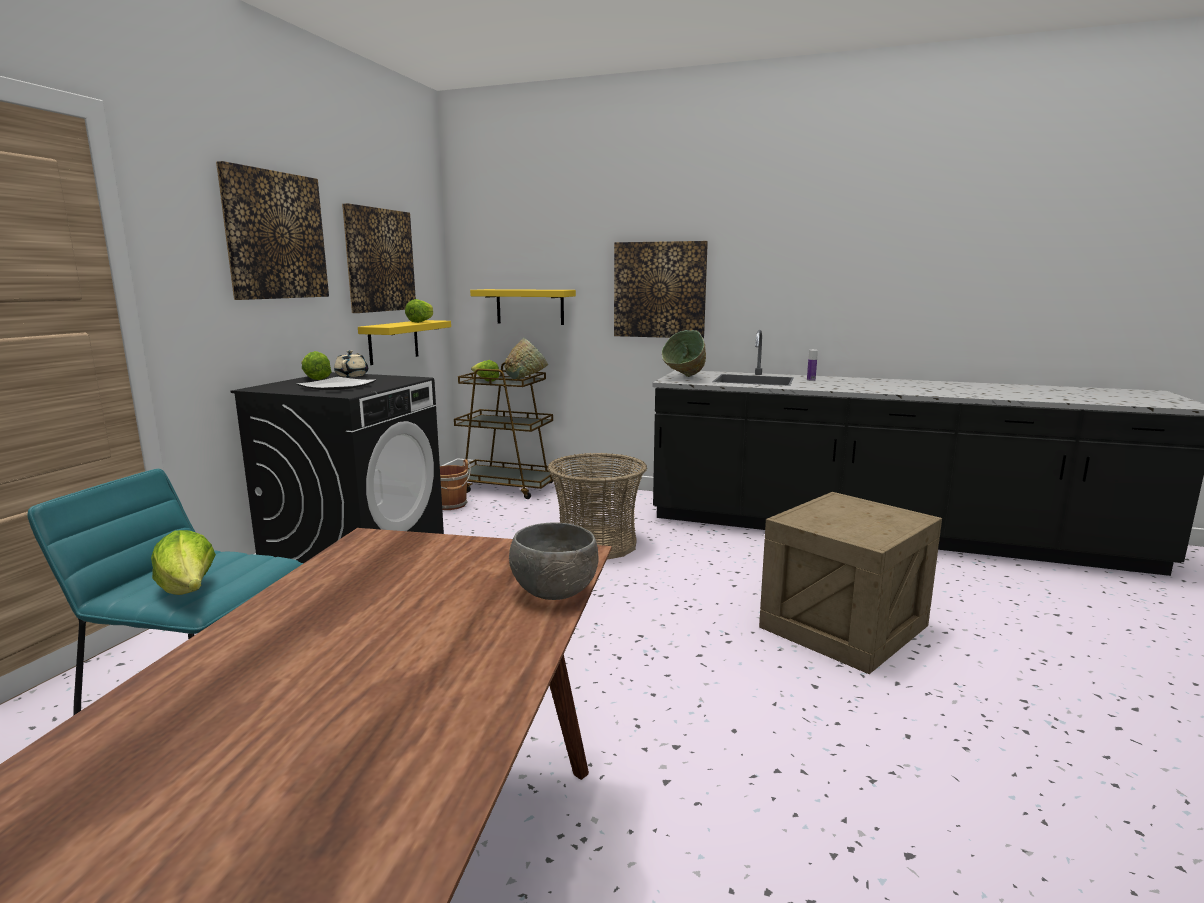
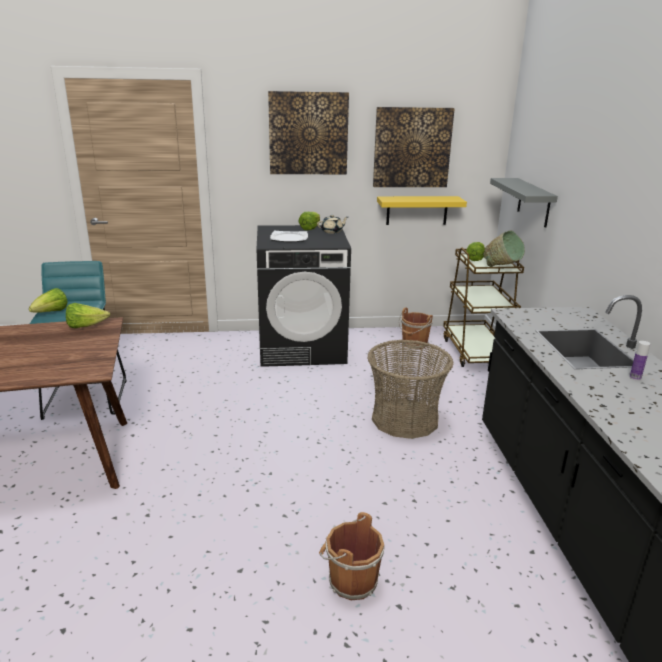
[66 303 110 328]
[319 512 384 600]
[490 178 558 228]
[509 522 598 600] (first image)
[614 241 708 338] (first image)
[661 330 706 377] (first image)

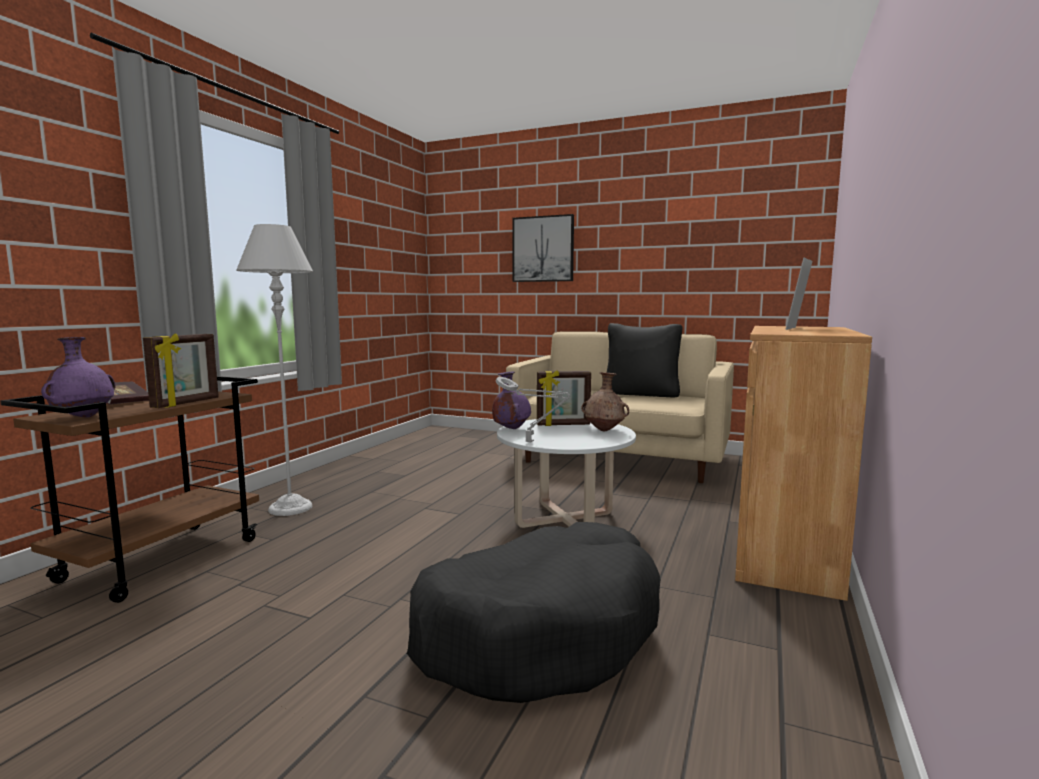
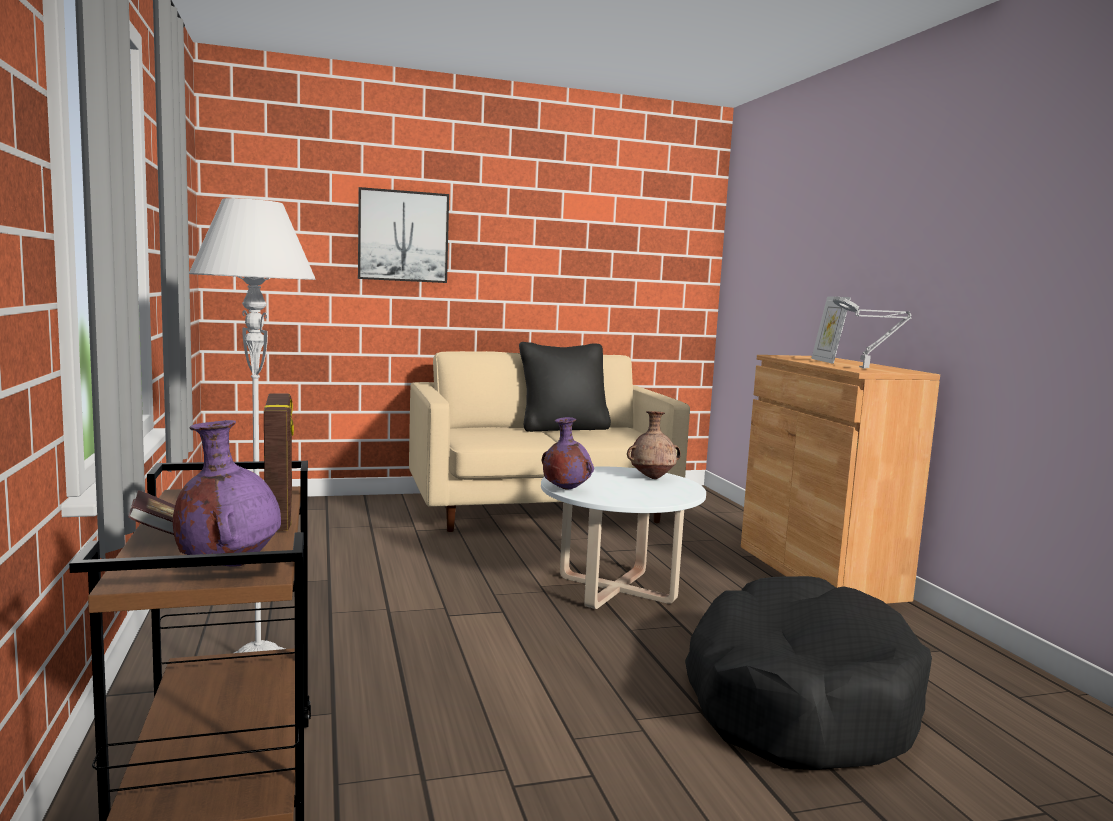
[833 296 912 369]
[537 370 591 426] (first image)

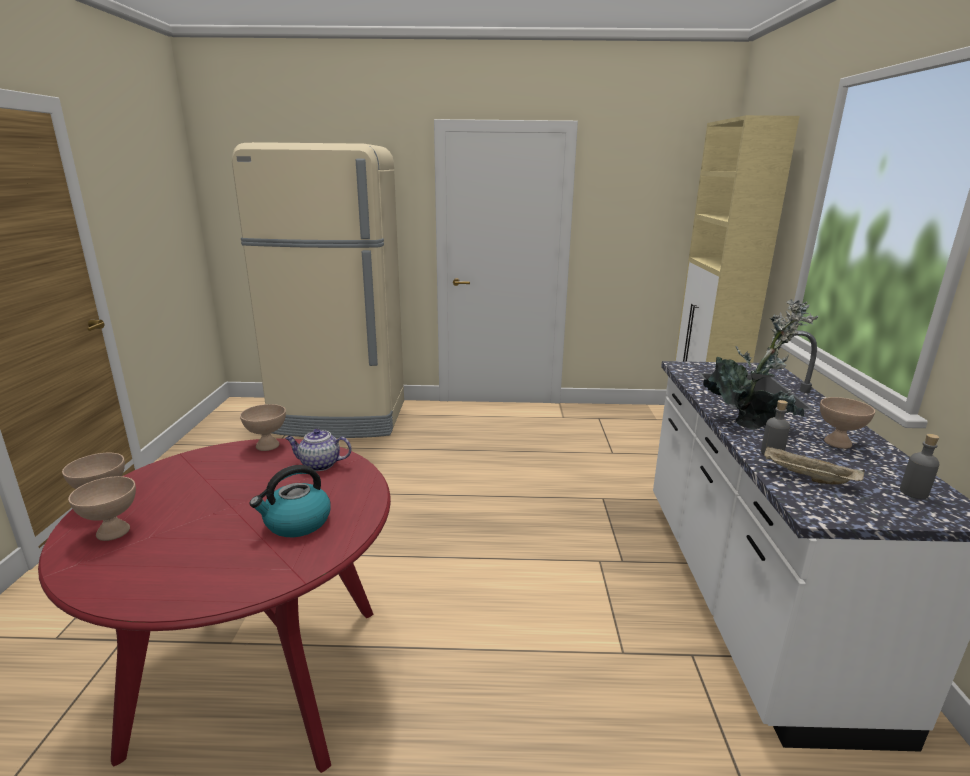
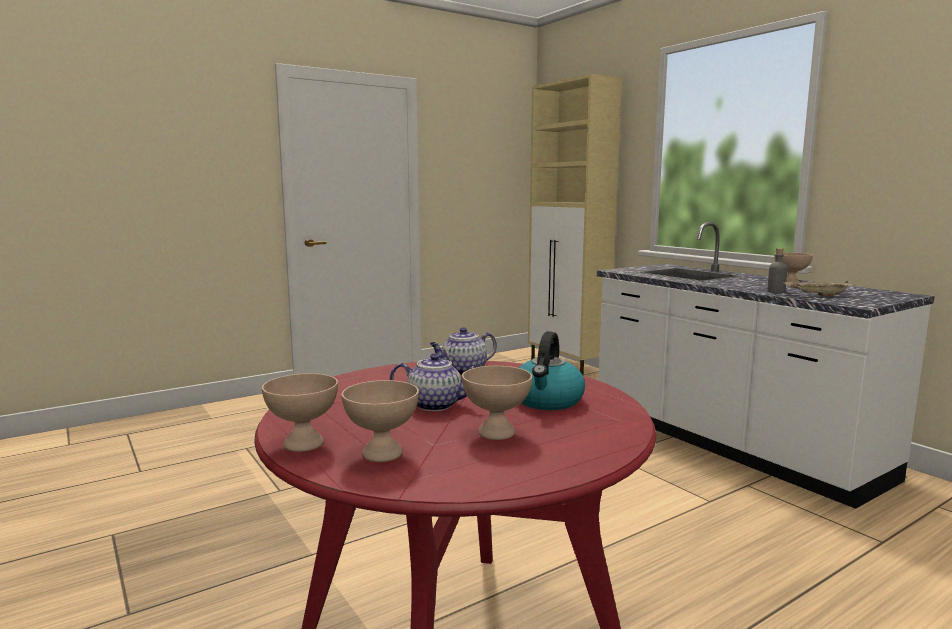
[390 353 476 411]
[462 366 532 440]
[232 142 404 438] (first image)
[703 299 818 429] (first image)
[900 434 939 499] (first image)

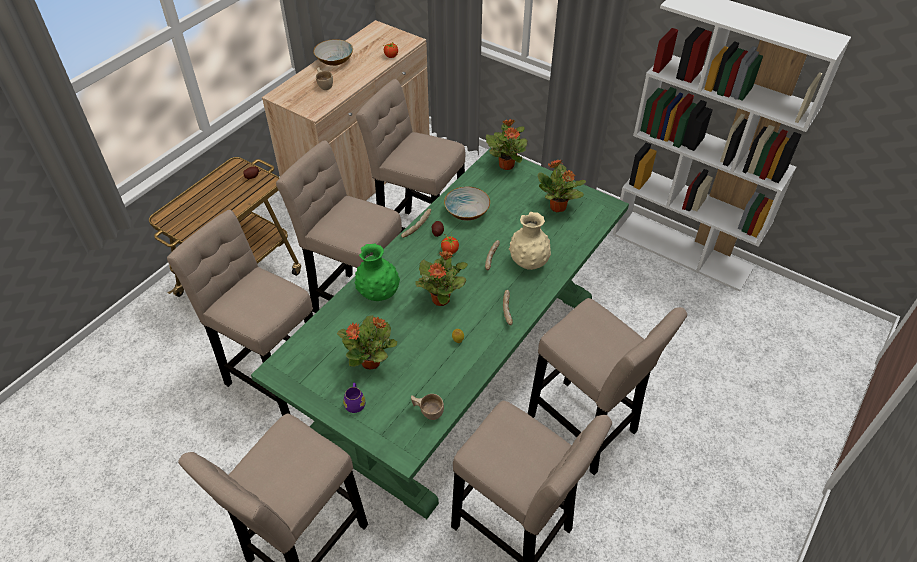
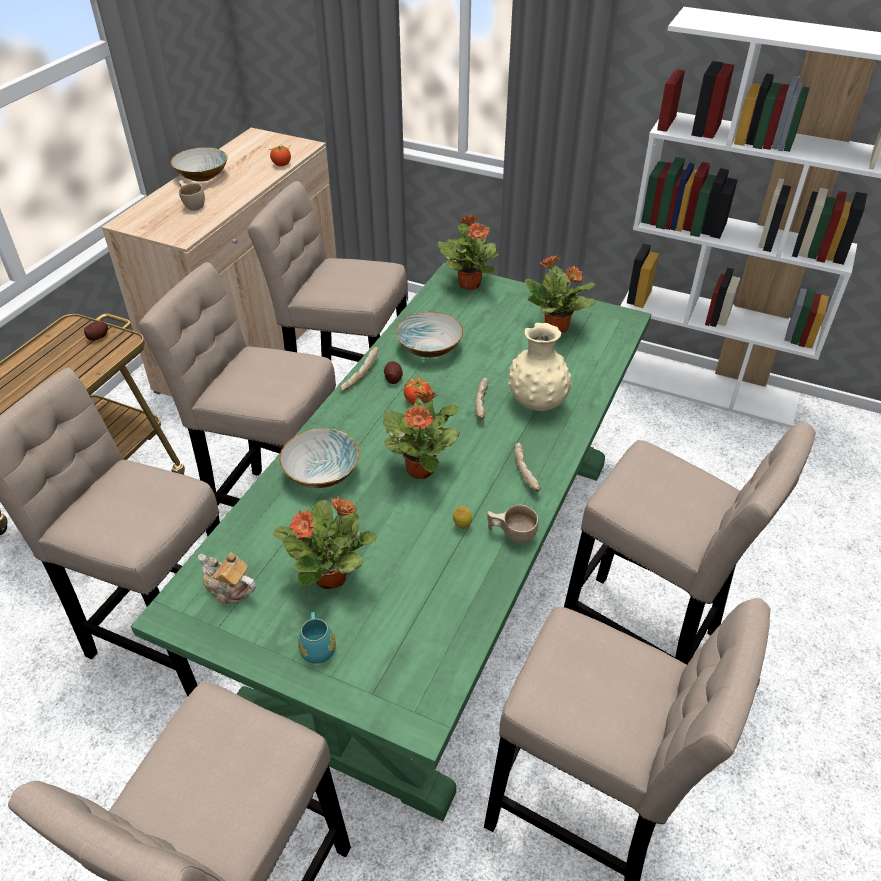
[197 553 256 604]
[279 428 360 488]
[298 612 336 664]
[488 505 538 544]

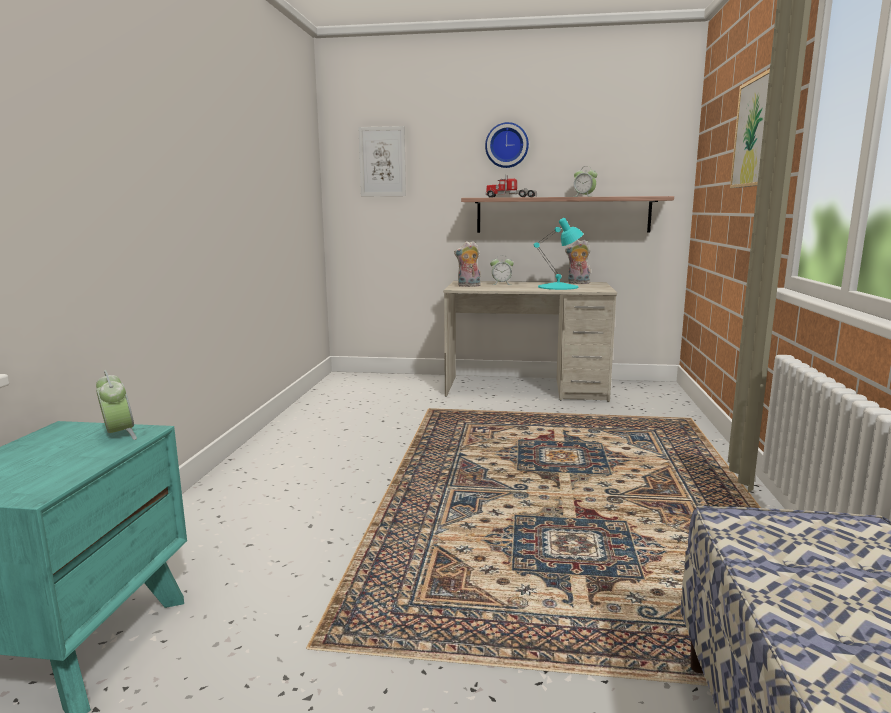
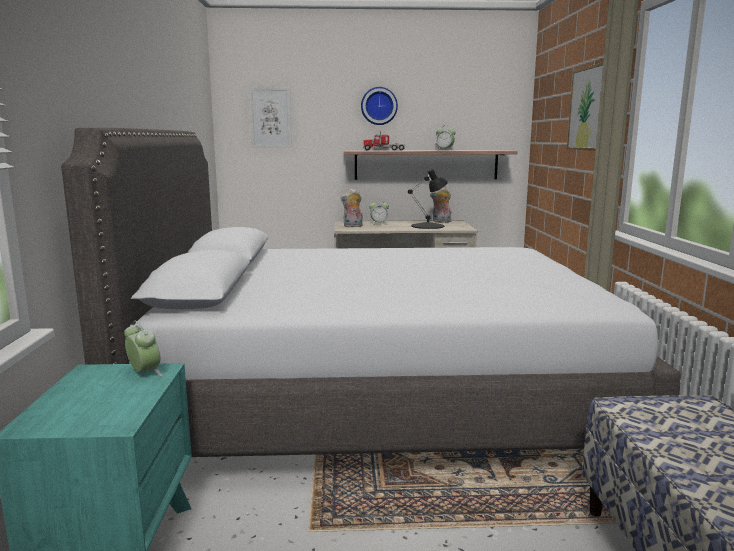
[61 128 680 457]
[408 169 448 229]

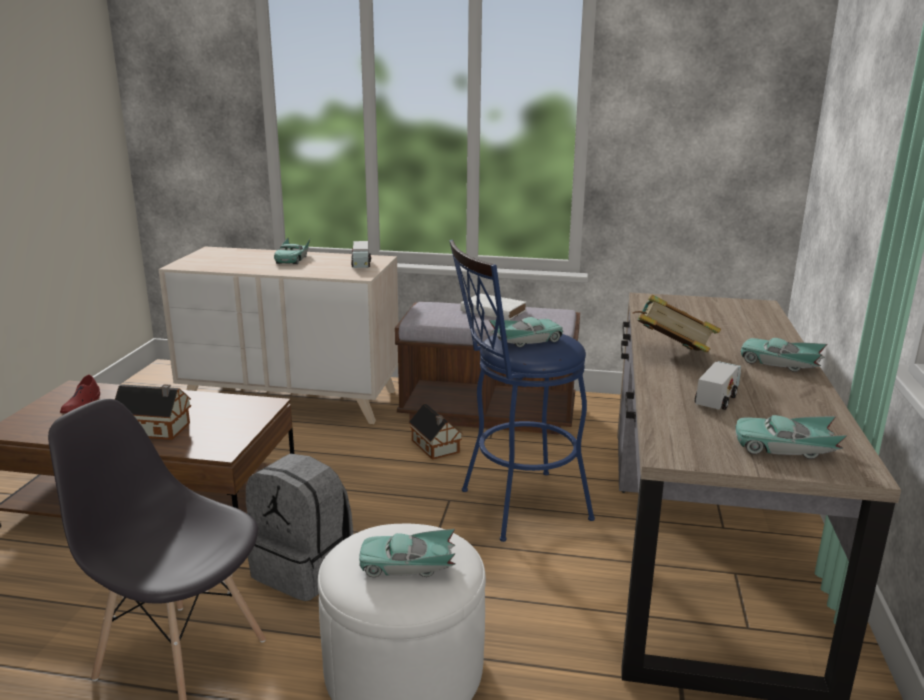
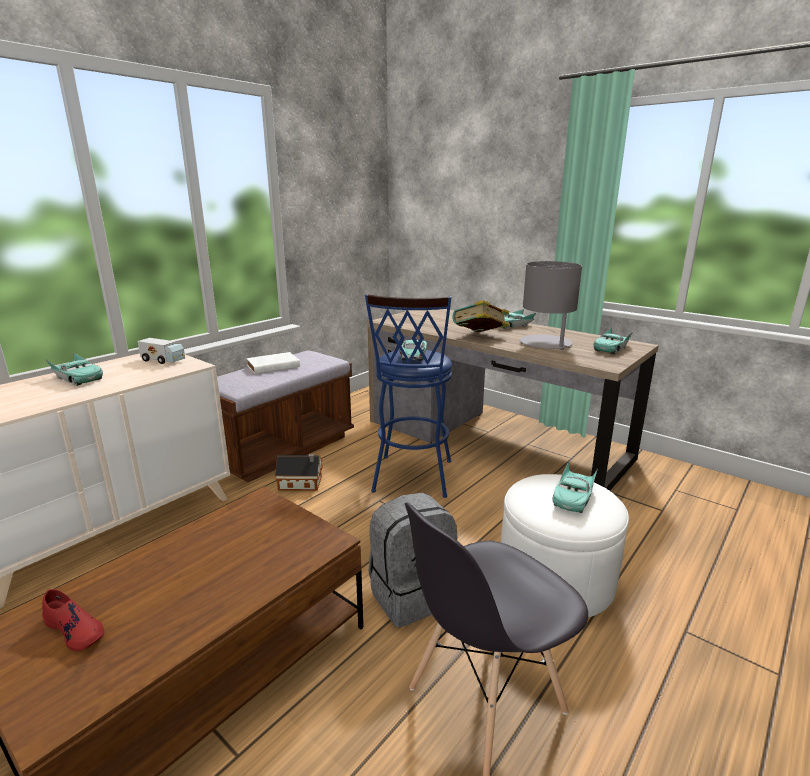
[520 261 582 350]
[115 384 191 440] (first image)

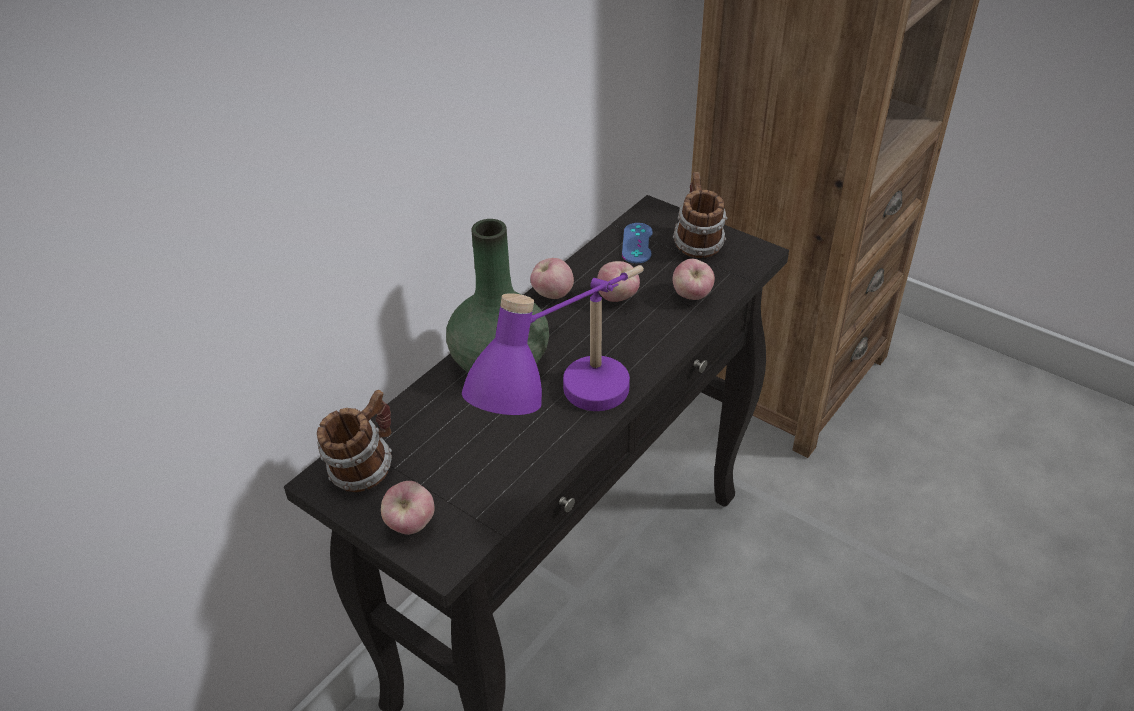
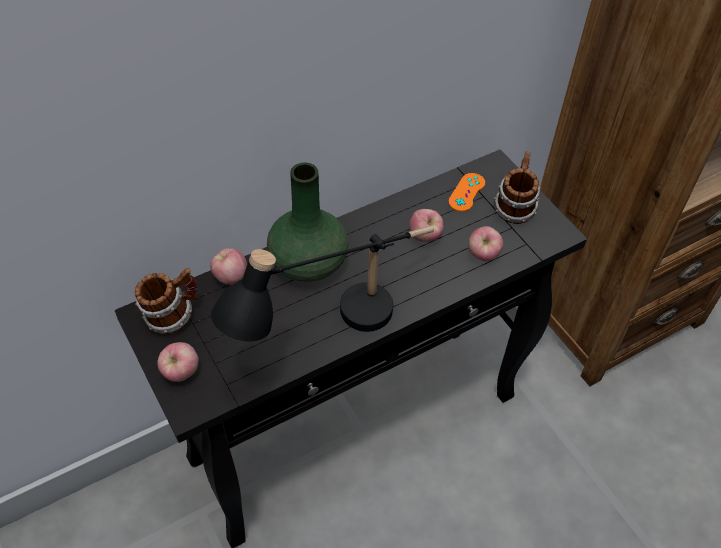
[210 248 247 285]
[211 226 434 341]
[448 173 485 212]

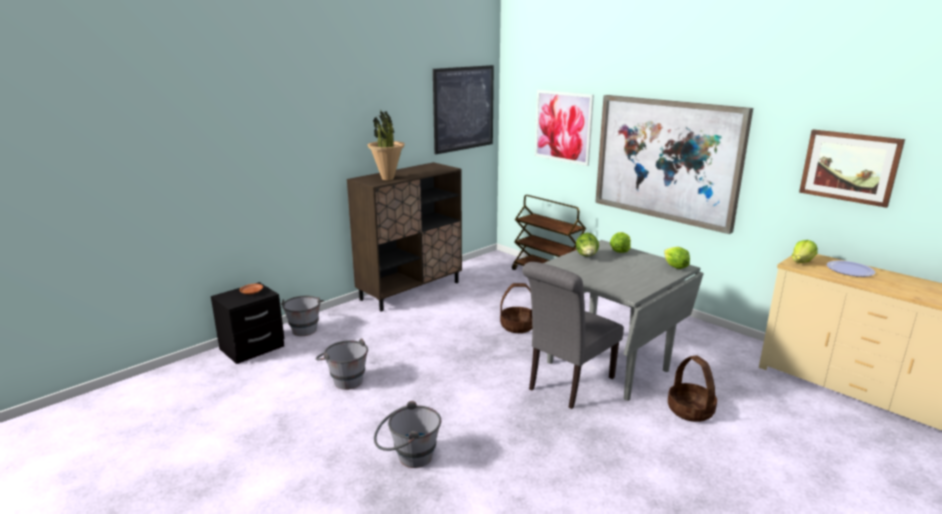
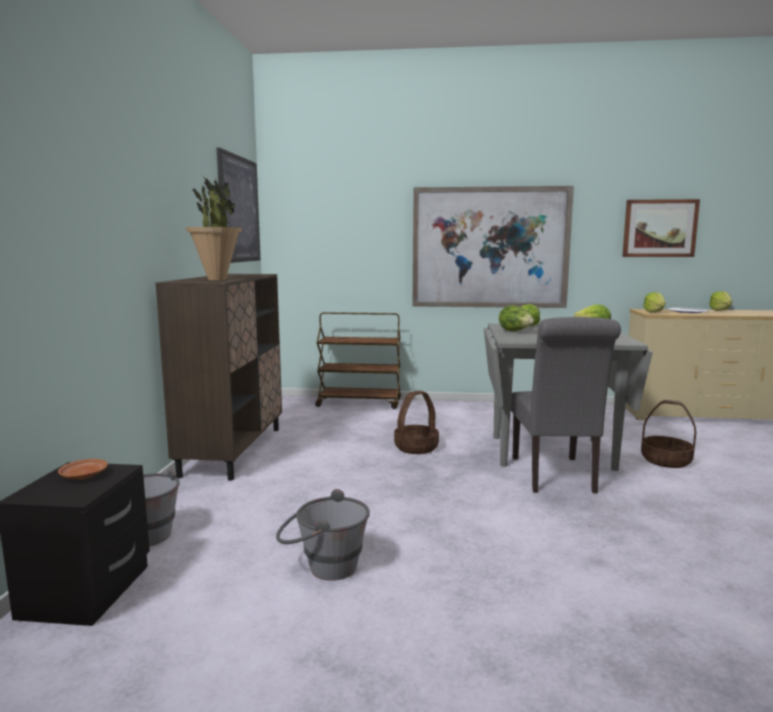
[709 291 732 311]
[374 401 441 468] (first image)
[535 90 594 166] (first image)

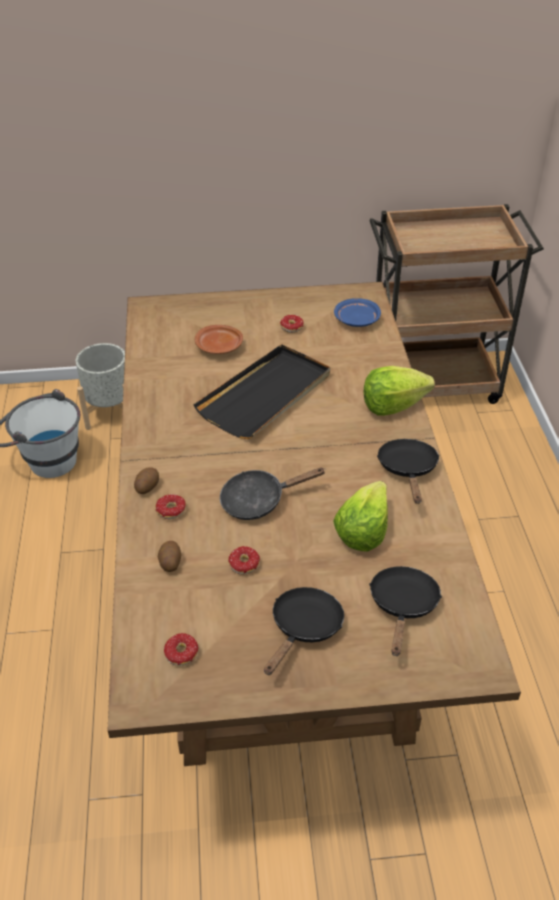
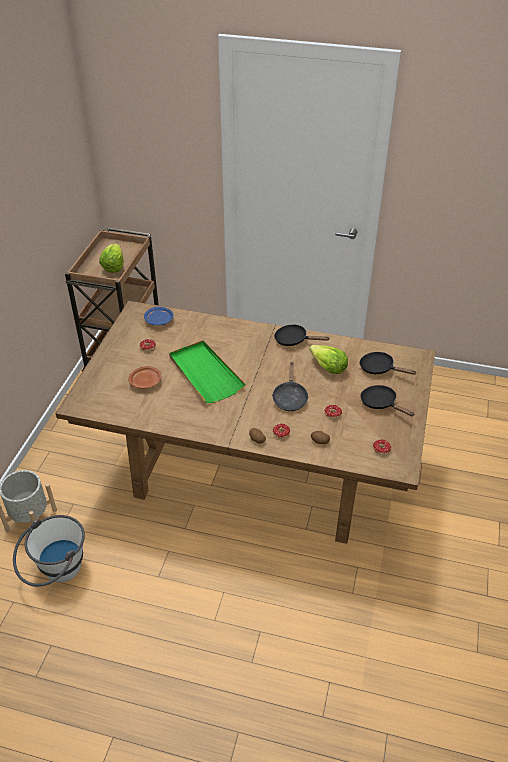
[99 244 124 273]
[169 340 246 403]

